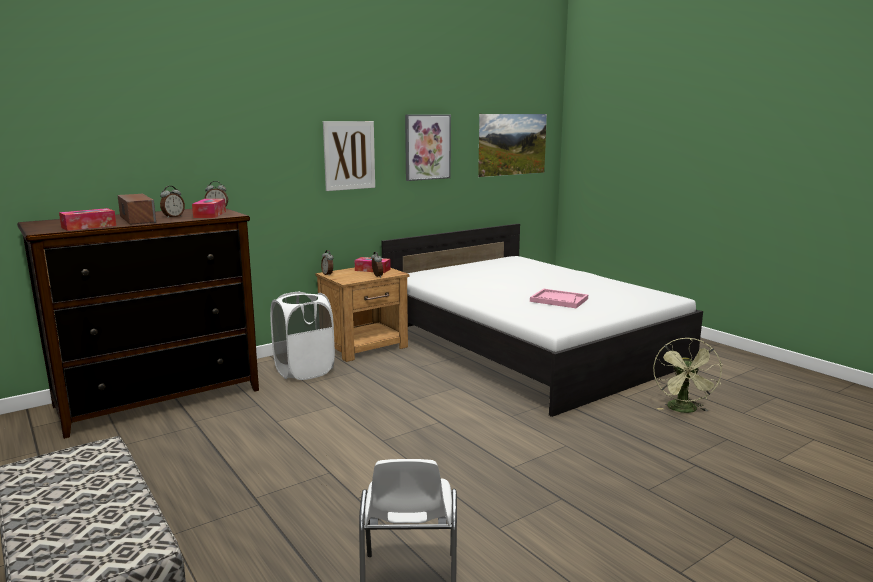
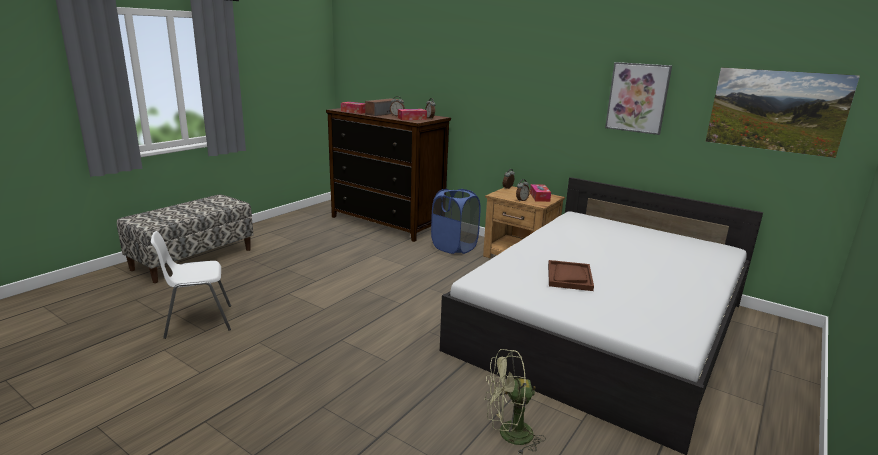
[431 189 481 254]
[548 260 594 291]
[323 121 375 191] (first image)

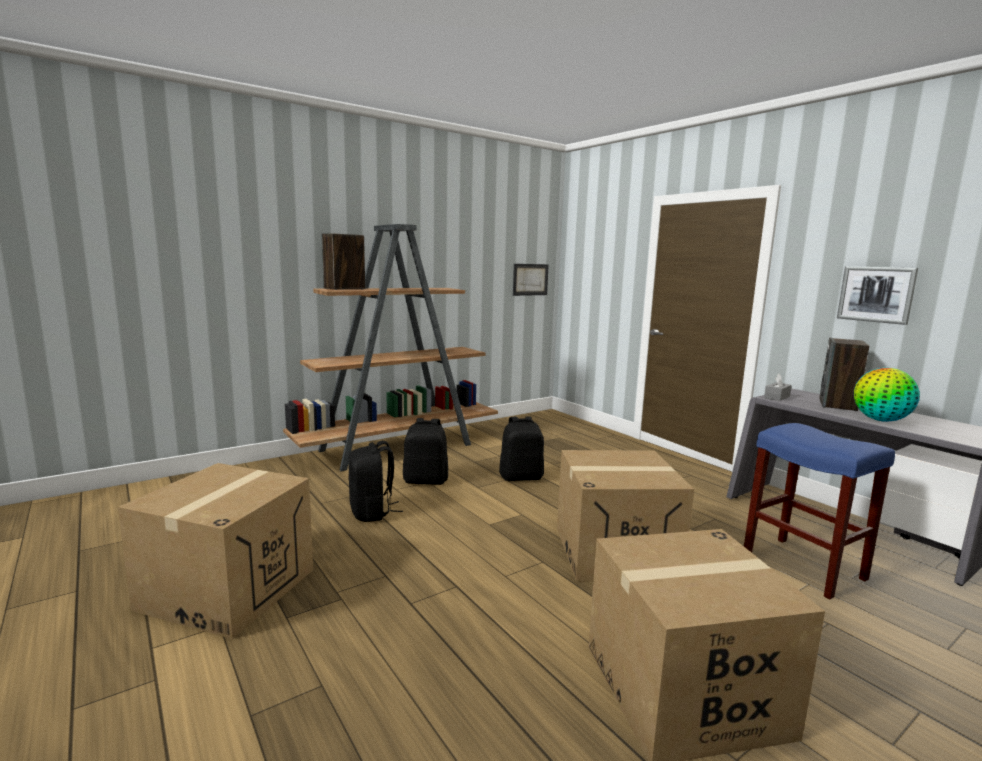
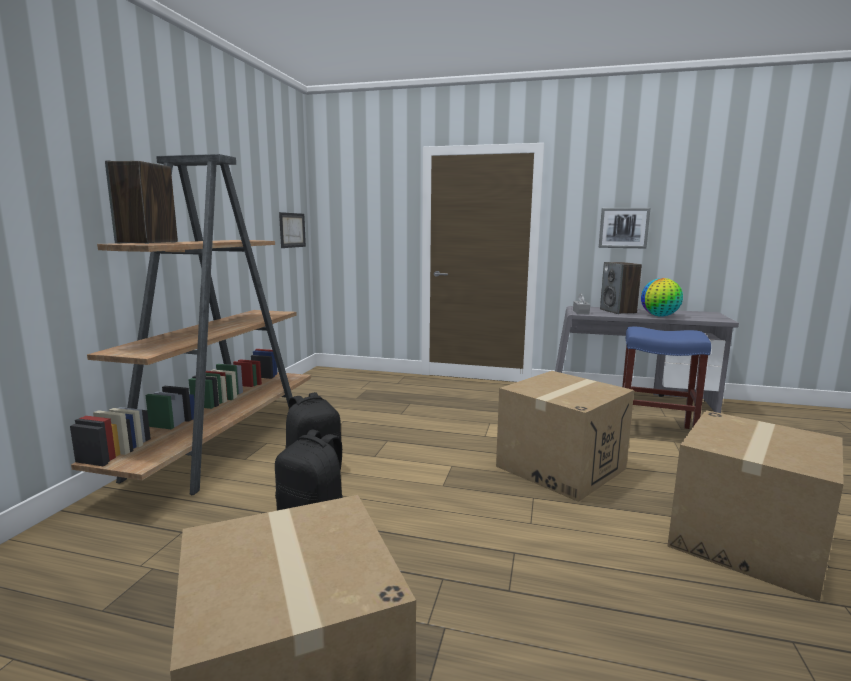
[499 416 544 481] (first image)

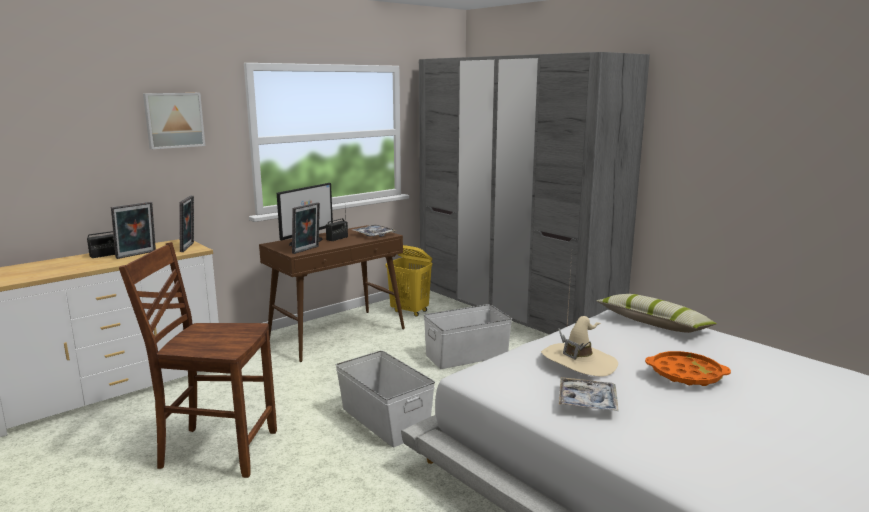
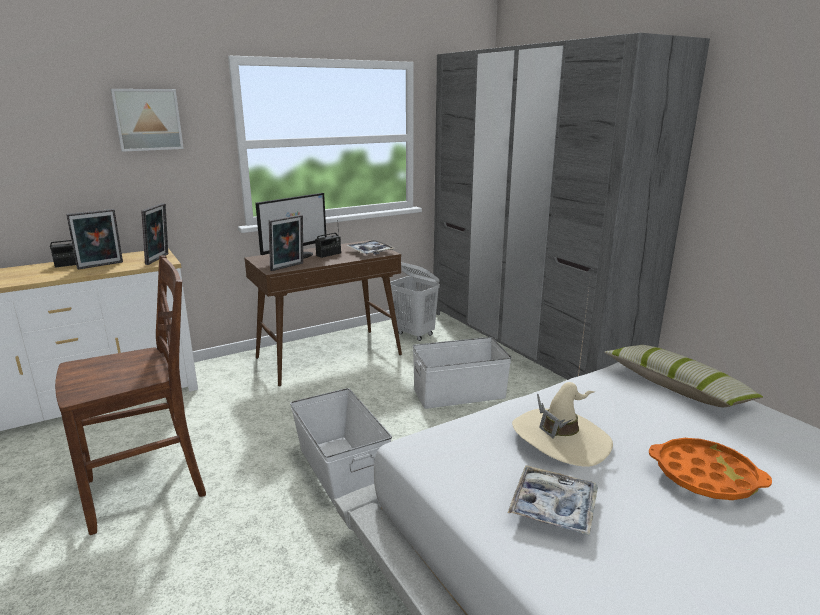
[55 256 206 535]
[390 262 440 341]

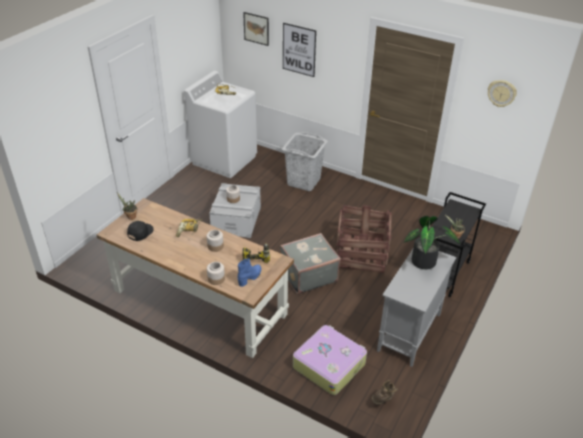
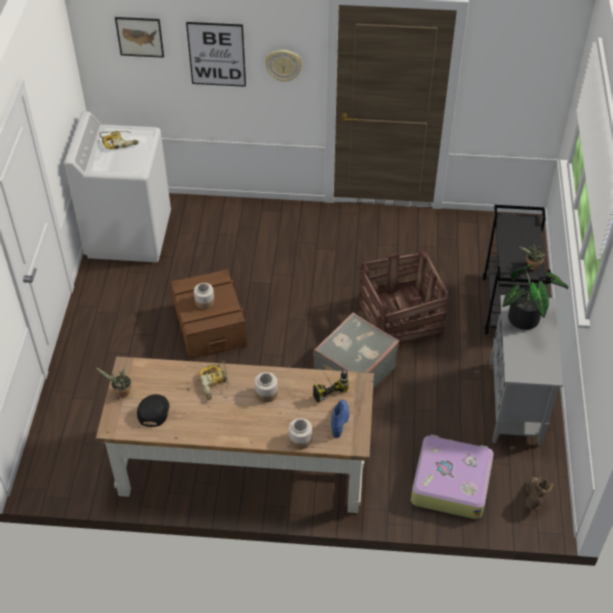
[171 269 247 359]
[265 50 302 82]
[282 132 328 191] (first image)

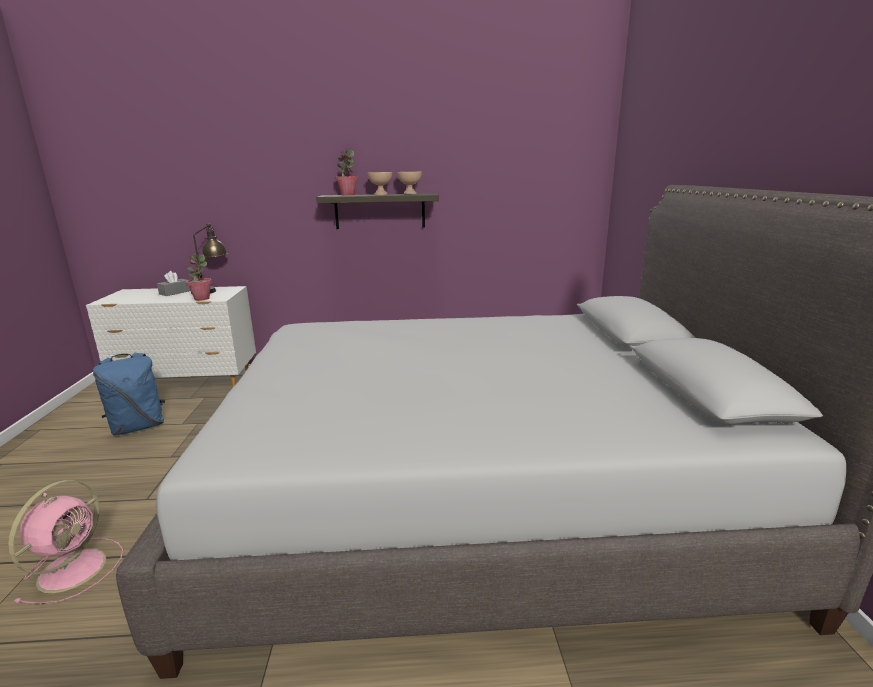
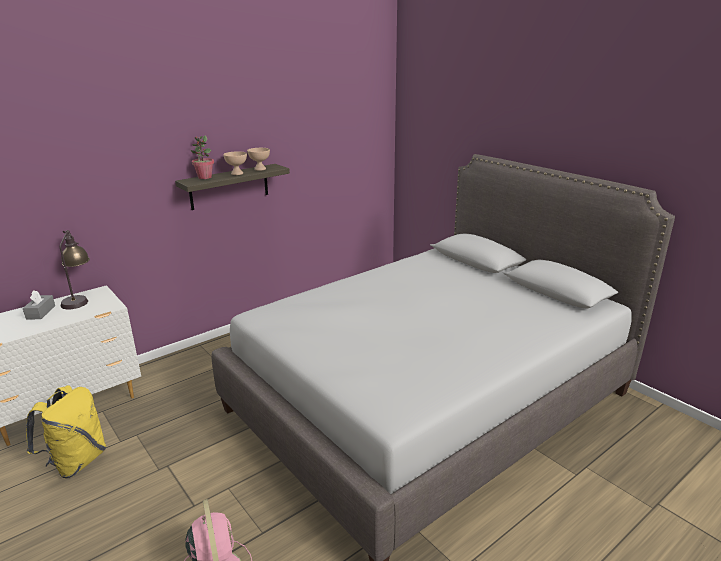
[26 385 106 478]
[186 254 212 301] (first image)

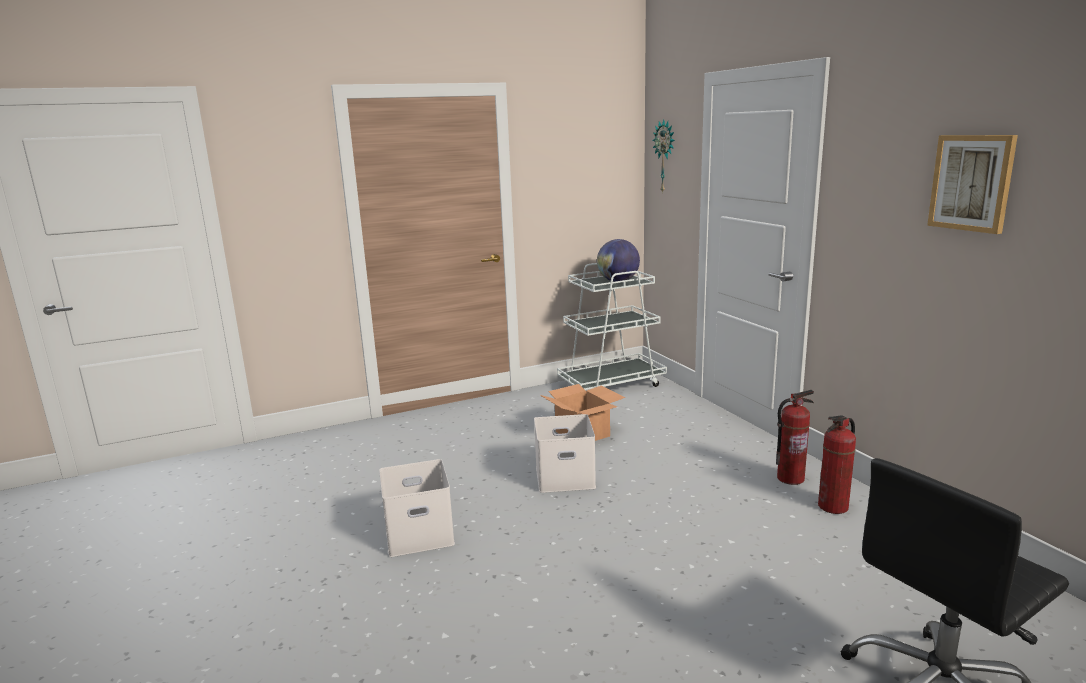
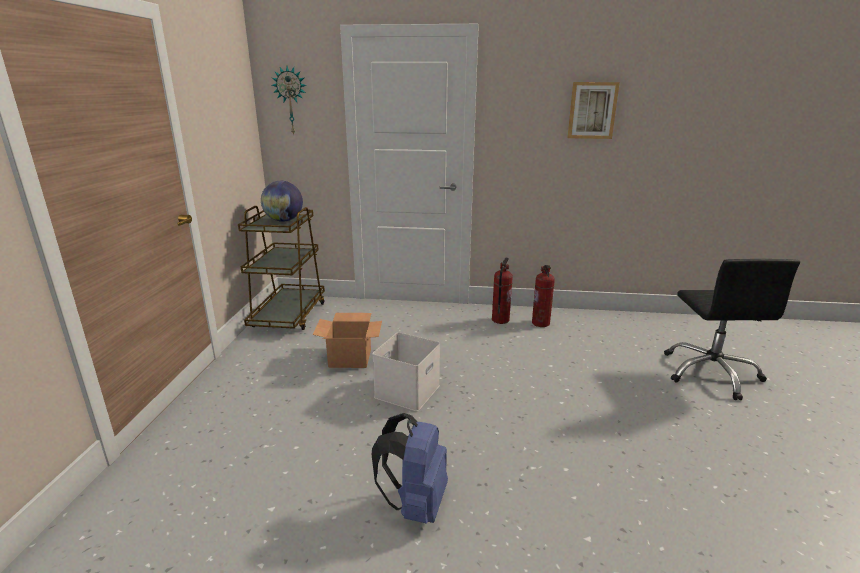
[238 206 325 330]
[372 413 448 524]

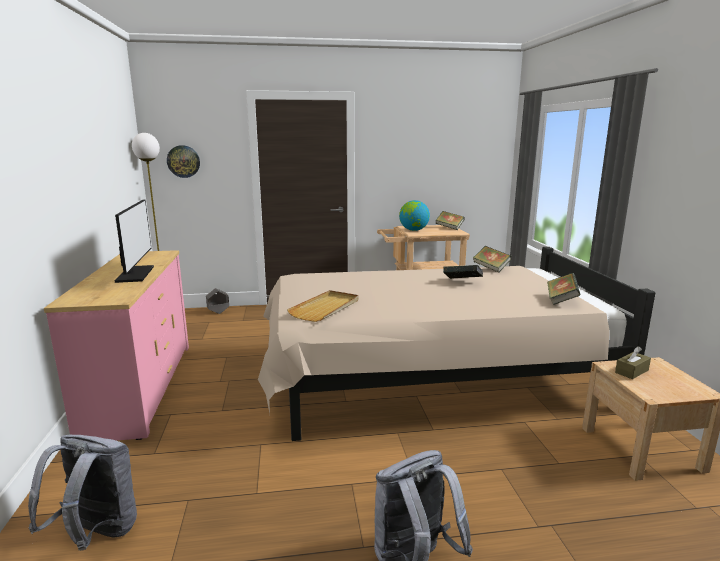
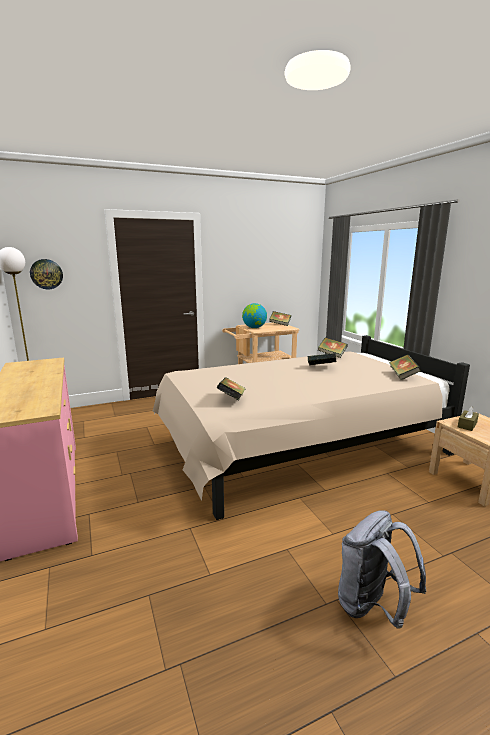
[217 377 246 400]
[28 435 137 551] (first image)
[115 199 154 283] (first image)
[206 288 229 314] (first image)

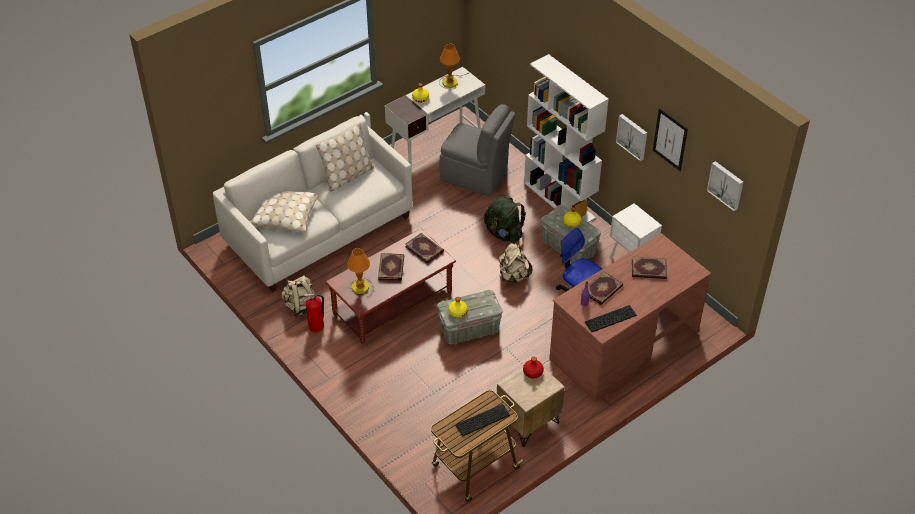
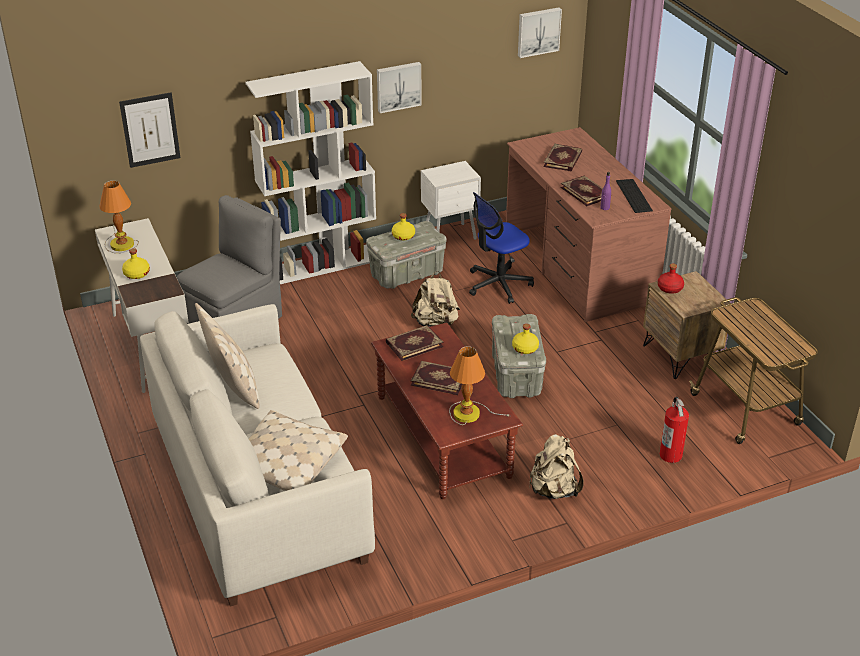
[119 92 180 168]
[529 434 584 499]
[660 397 689 463]
[455 404 510 437] (first image)
[484 196 526 243] (first image)

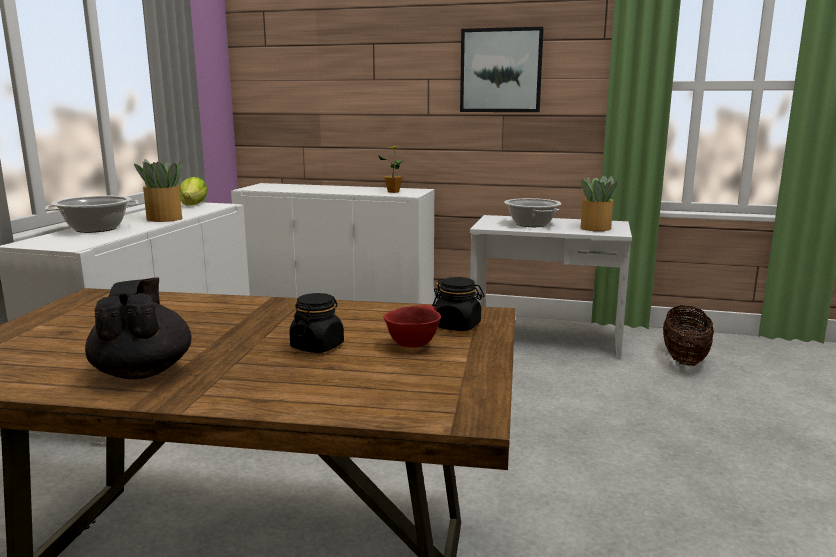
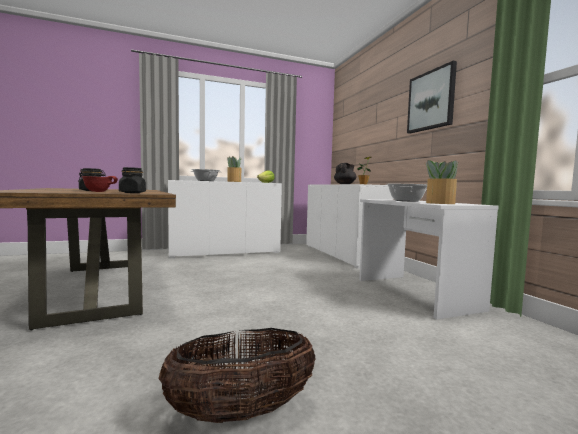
[158 328 316 423]
[334 163 356 184]

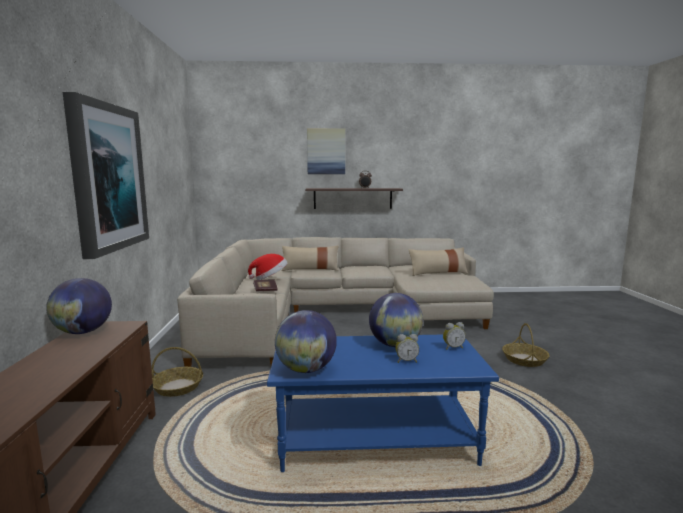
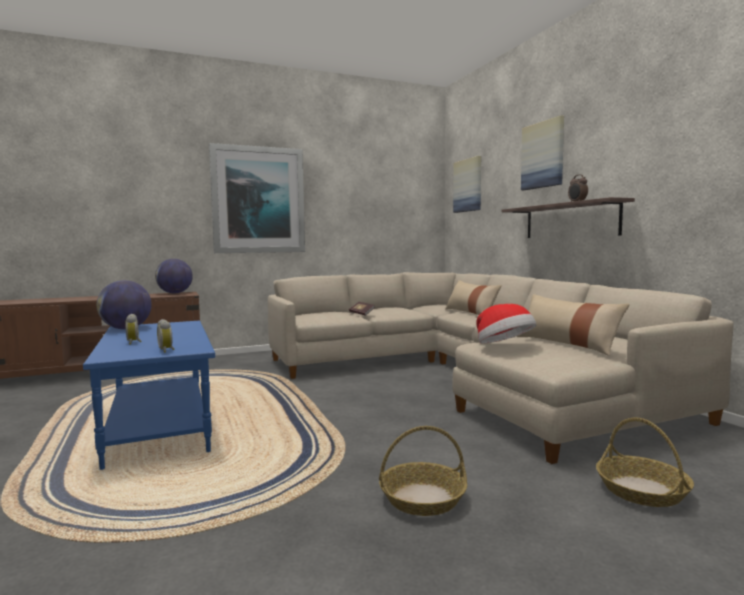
[453 156 481 213]
[476 304 536 343]
[596 417 694 507]
[369 293 423 347] (first image)

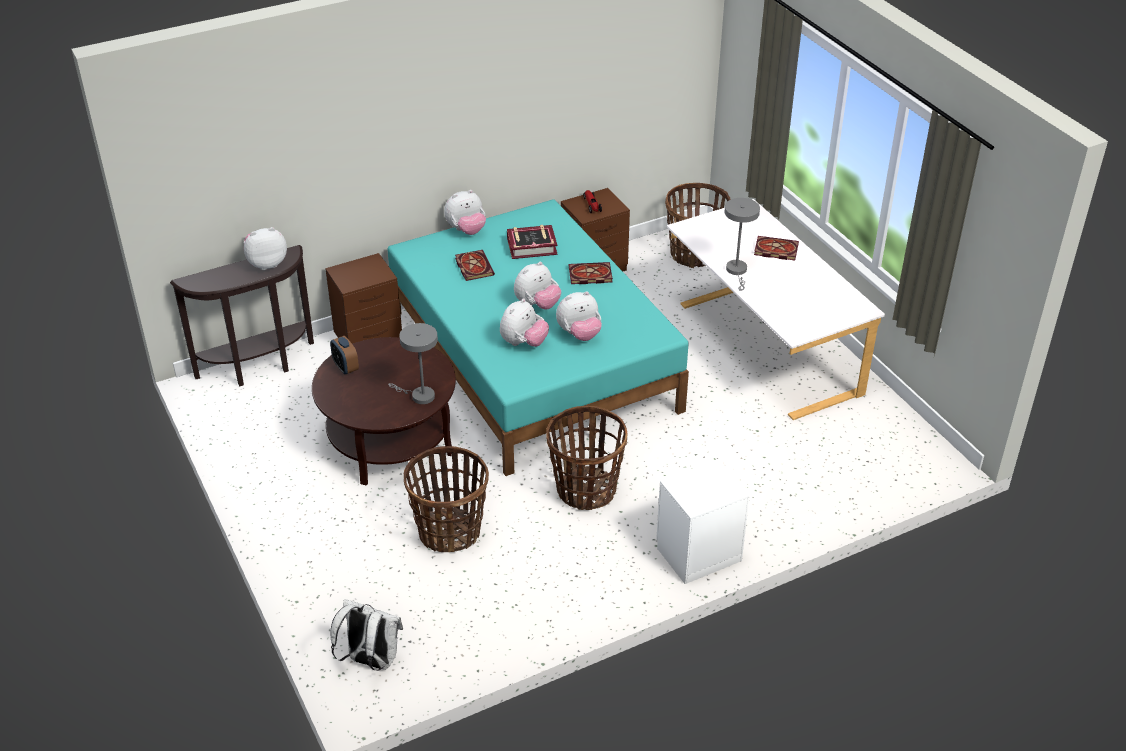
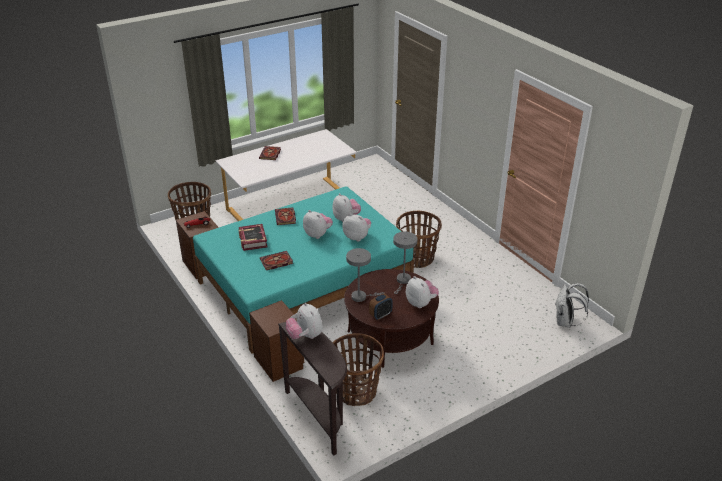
[333 333 384 406]
[346 248 385 302]
[406 276 439 308]
[656 459 750 584] (first image)

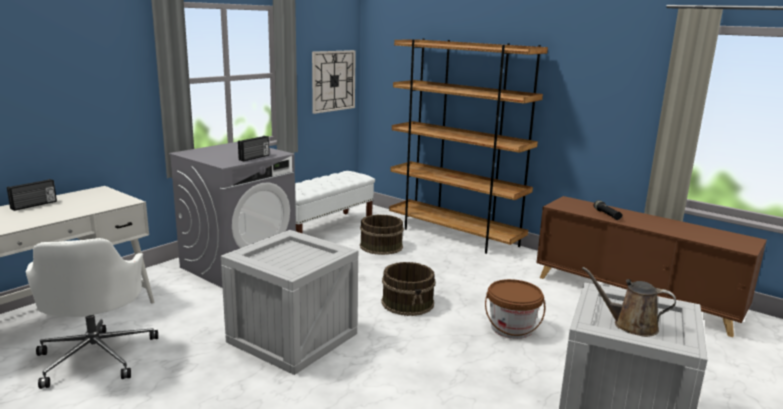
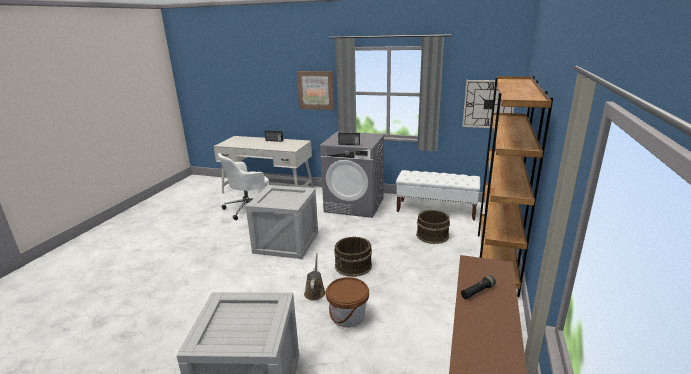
[297 71 334 110]
[304 254 326 301]

